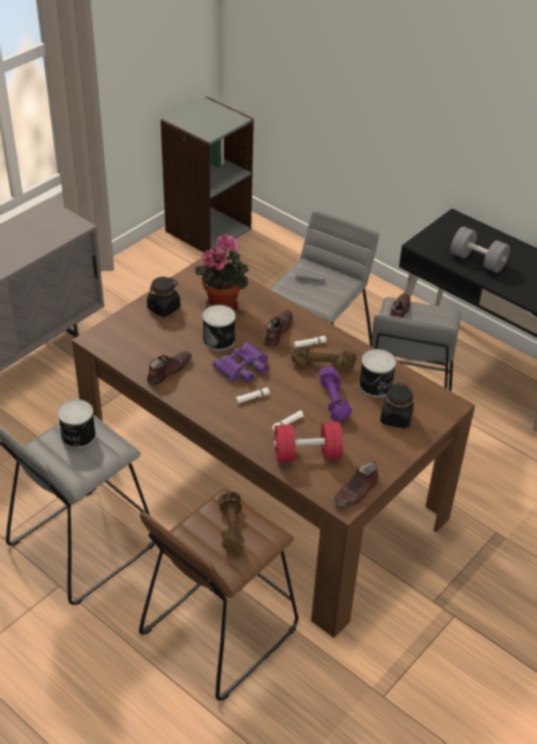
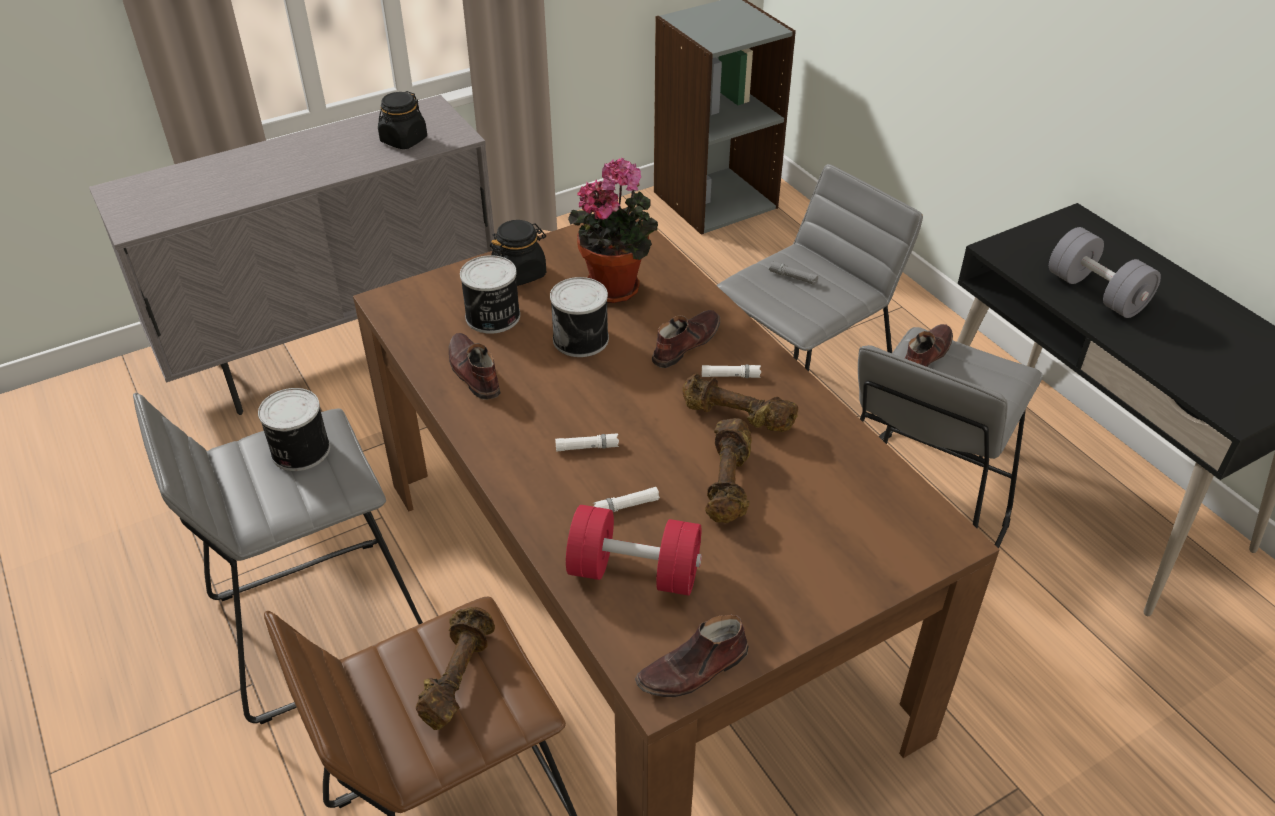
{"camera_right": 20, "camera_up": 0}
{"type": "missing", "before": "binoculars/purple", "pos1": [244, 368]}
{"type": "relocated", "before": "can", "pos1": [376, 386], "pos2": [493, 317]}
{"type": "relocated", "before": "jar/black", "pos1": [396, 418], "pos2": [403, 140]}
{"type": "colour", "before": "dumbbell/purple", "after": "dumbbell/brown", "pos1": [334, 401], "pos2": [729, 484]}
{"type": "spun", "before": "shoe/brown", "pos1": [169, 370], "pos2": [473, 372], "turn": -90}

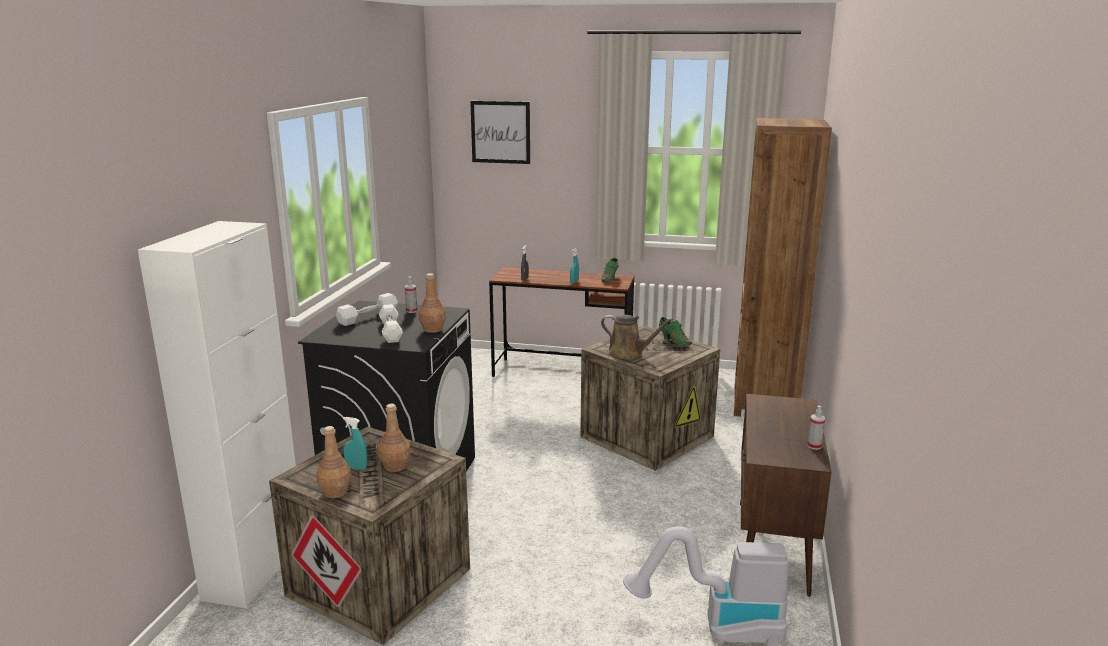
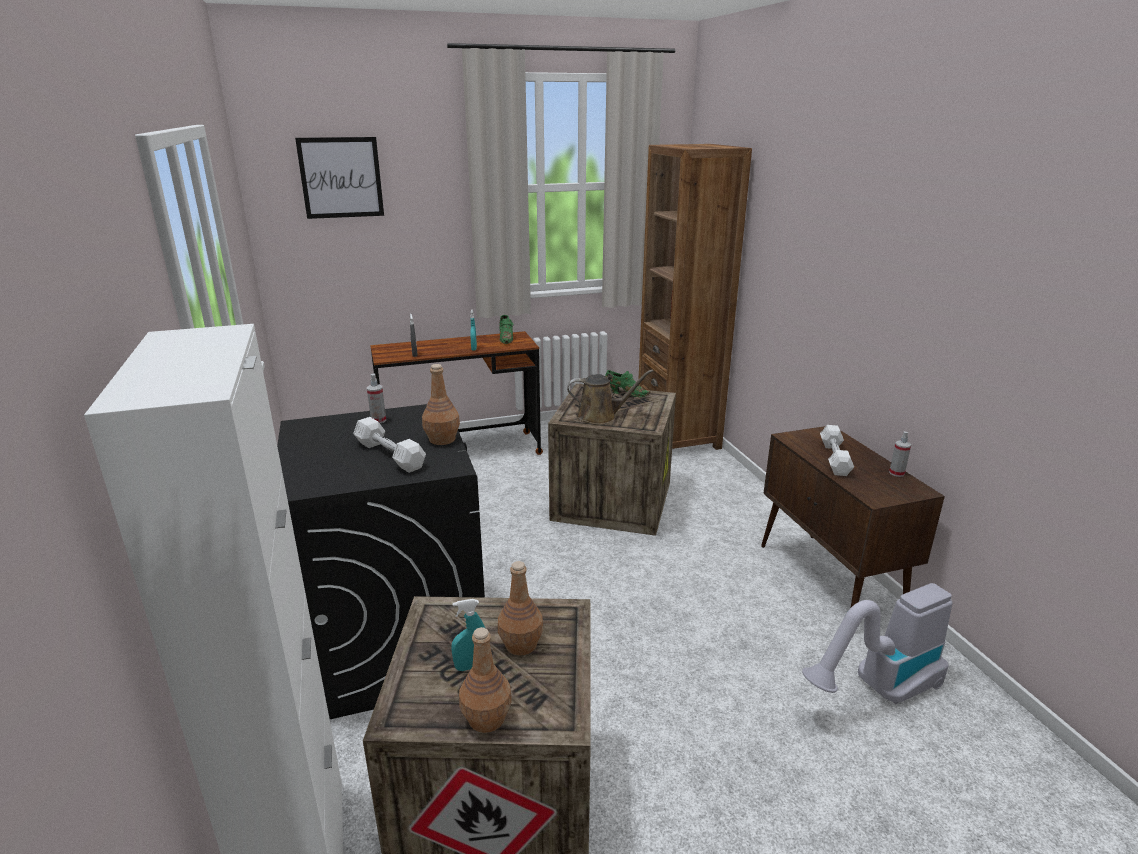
{"camera_right": -30, "camera_up": 5}
{"type": "relocated", "before": "dumbbell/white", "pos1": [368, 317], "pos2": [834, 458]}

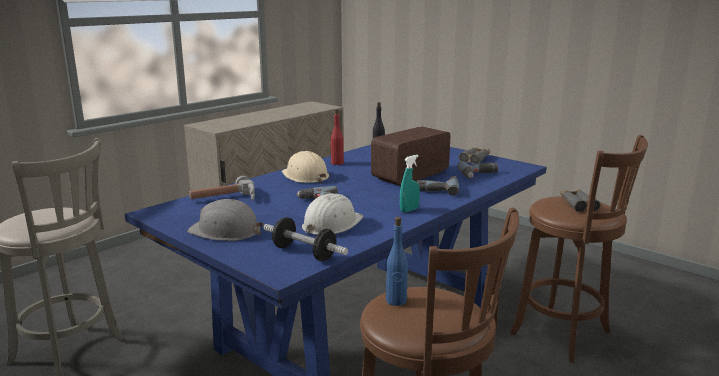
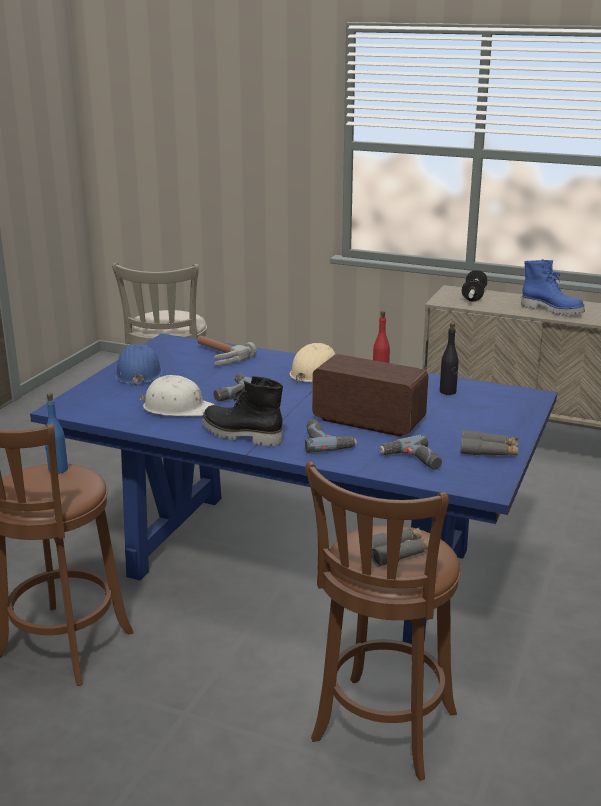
{"camera_right": 70, "camera_up": 5}
{"type": "appeared", "after": "boot/blue", "pos2": [552, 310]}
{"type": "relocated", "before": "dumbbell", "pos1": [304, 253], "pos2": [474, 296]}
{"type": "exchanged", "before": "spray bottle/turquoise", "after": "boot/black", "pos1": [409, 210], "pos2": [241, 435]}
{"type": "colour", "before": "hard hat/grey", "after": "hard hat/blue", "pos1": [225, 231], "pos2": [138, 373]}

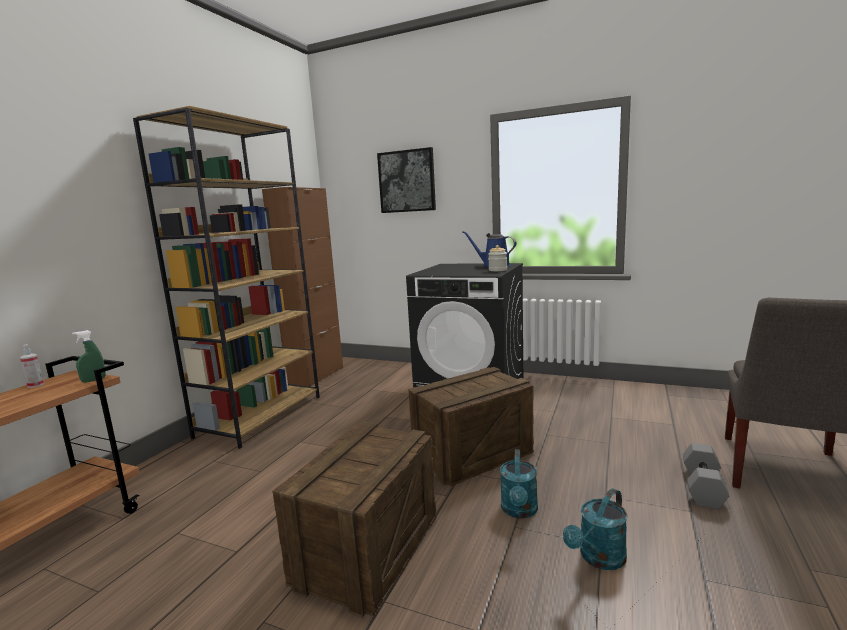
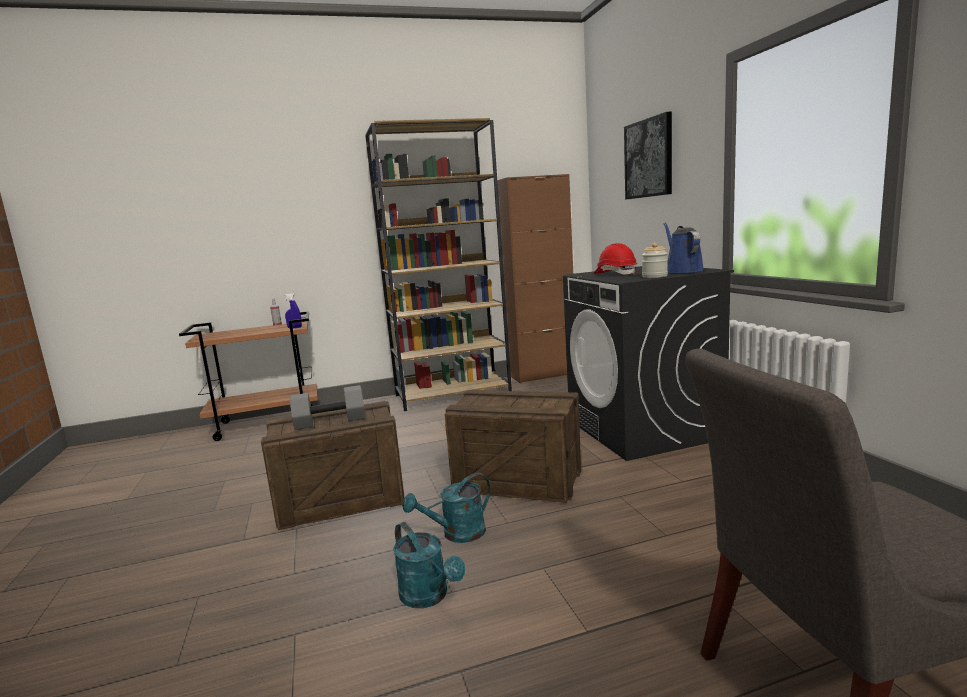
{"camera_right": 50, "camera_up": 0}
{"type": "appeared", "after": "hard hat/red", "pos2": [615, 274]}
{"type": "relocated", "before": "dumbbell/grey", "pos1": [701, 486], "pos2": [331, 421]}
{"type": "colour", "before": "spray bottle/green", "after": "spray bottle/blue", "pos1": [93, 380], "pos2": [294, 328]}
{"type": "spun", "before": "watering can/turquoise", "pos1": [598, 559], "pos2": [429, 596], "turn": -135}

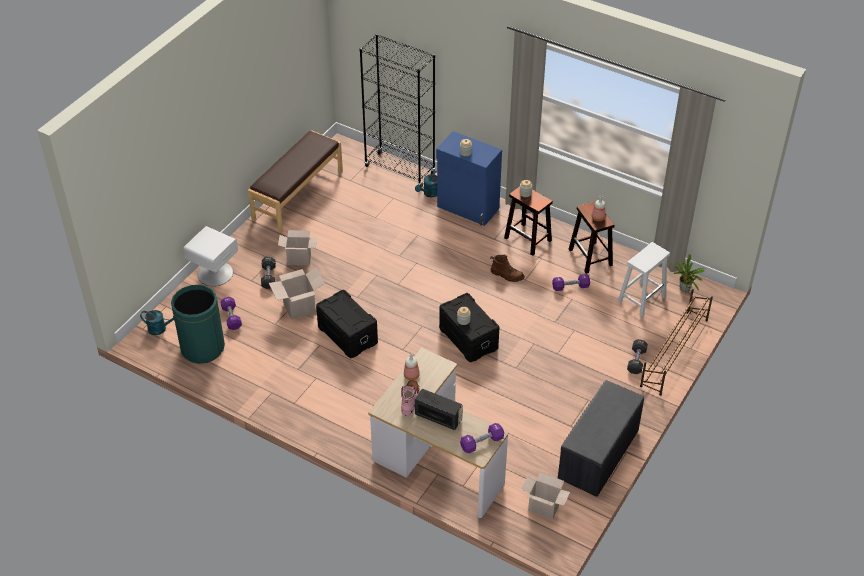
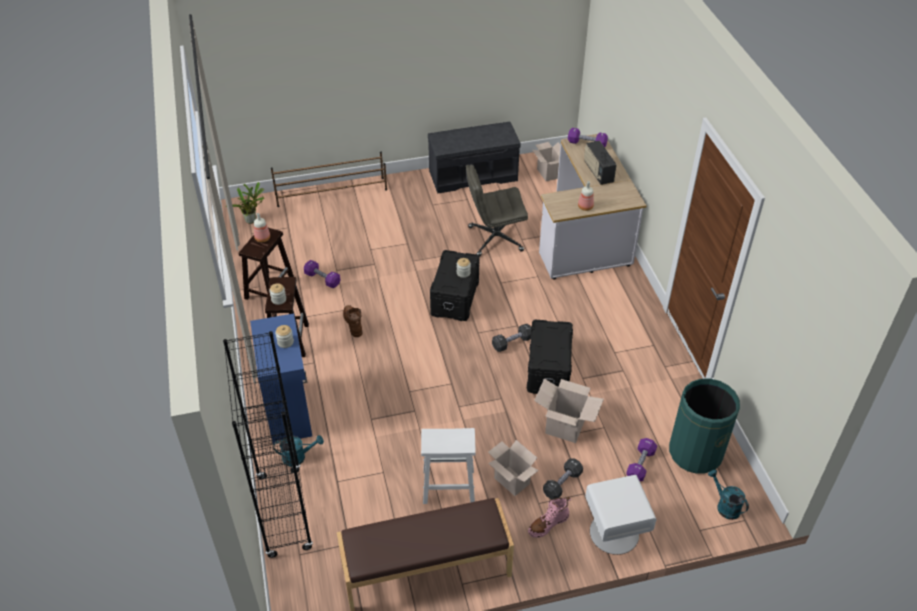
{"camera_right": -135, "camera_up": 0}
{"type": "appeared", "after": "office chair/grey", "pos2": [494, 239]}
{"type": "relocated", "before": "boot/pink", "pos1": [410, 400], "pos2": [548, 524]}
{"type": "relocated", "before": "stool/white", "pos1": [642, 298], "pos2": [447, 486]}
{"type": "relocated", "before": "dumbbell/black", "pos1": [636, 361], "pos2": [512, 343]}

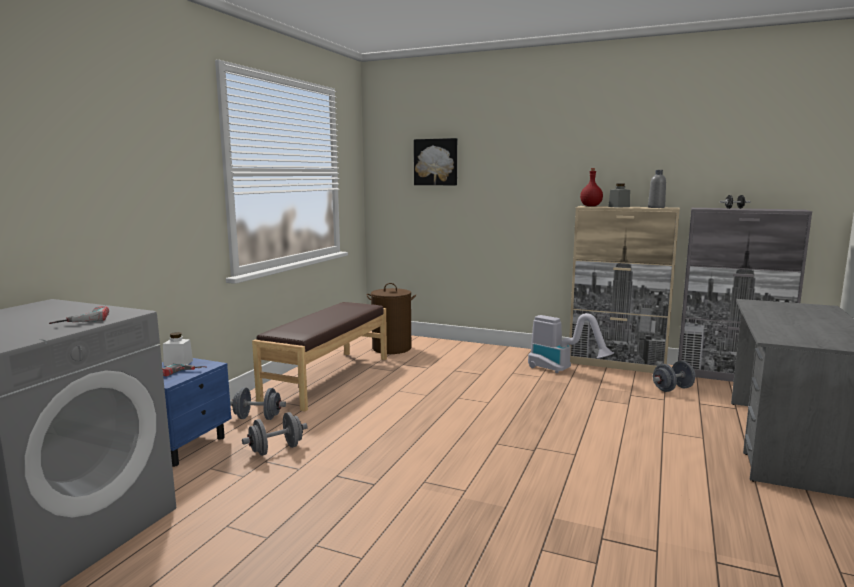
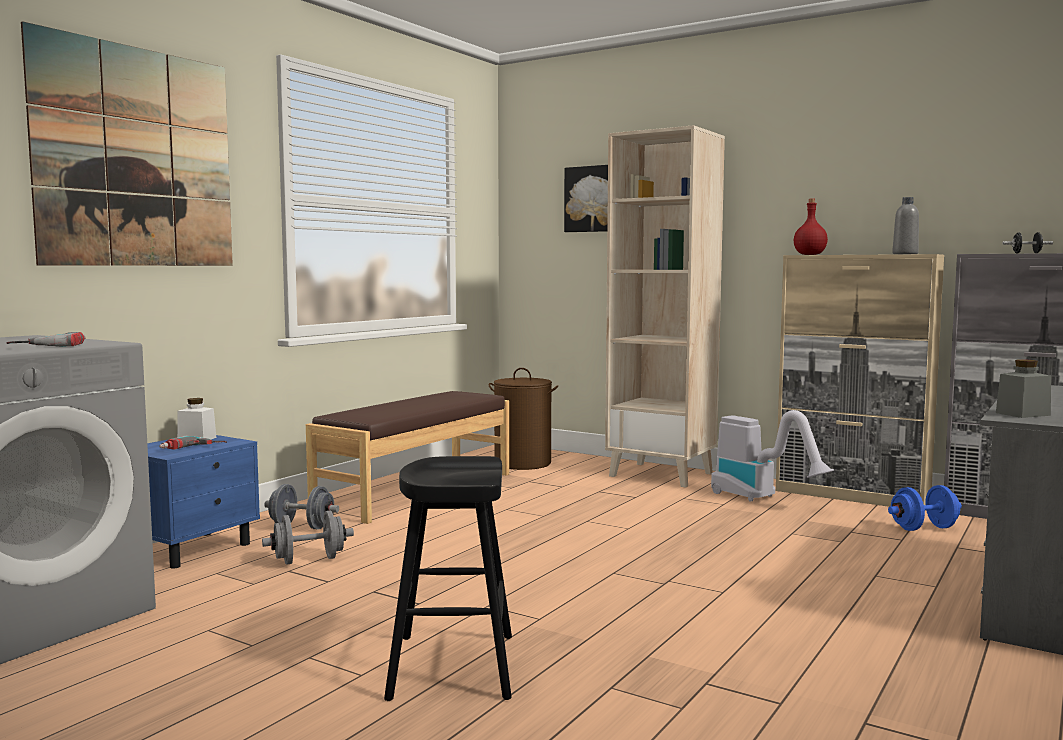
{"camera_right": 10, "camera_up": -5}
{"type": "appeared", "after": "picture", "pos2": [137, 157]}
{"type": "appeared", "after": "stool/black", "pos2": [453, 666]}
{"type": "appeared", "after": "bookcase/beige", "pos2": [662, 474]}
{"type": "relocated", "before": "jar/grey", "pos1": [619, 207], "pos2": [1022, 414]}
{"type": "colour", "before": "dumbbell/grey", "after": "dumbbell/blue", "pos1": [672, 389], "pos2": [924, 528]}

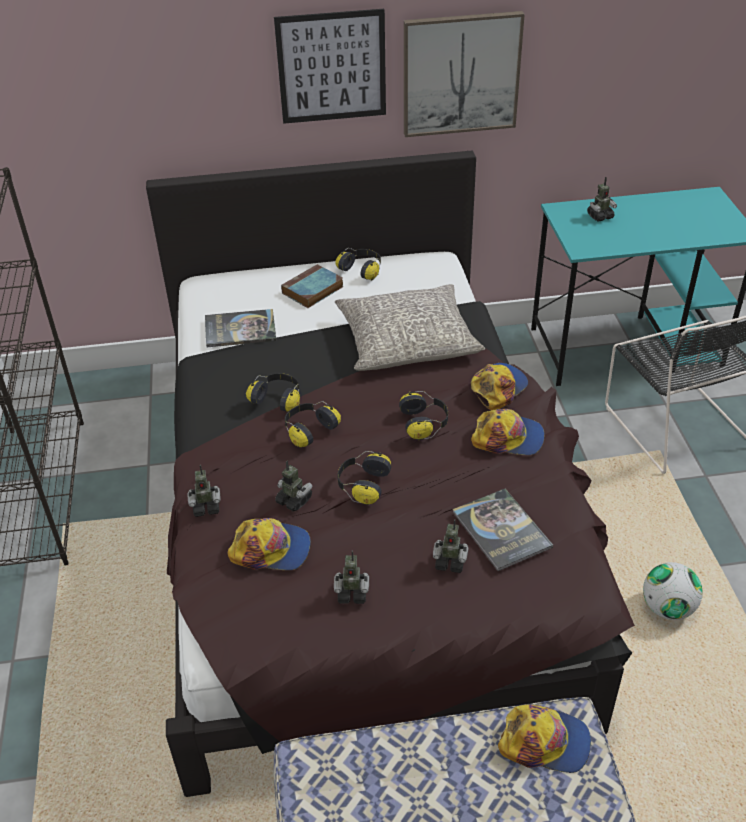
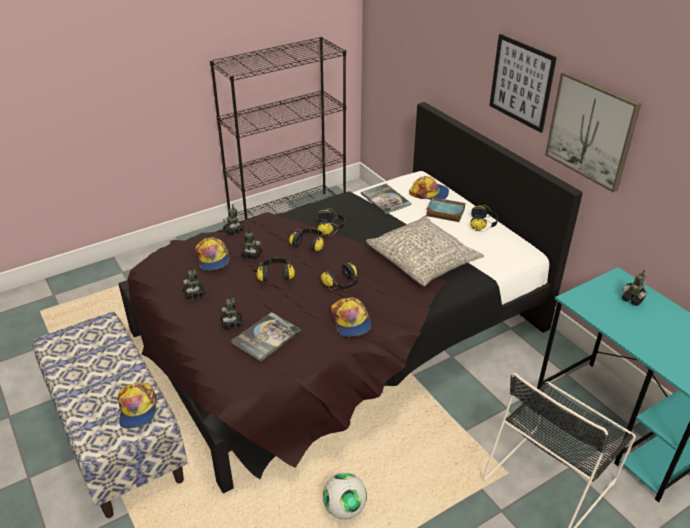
{"camera_right": 65, "camera_up": -5}
{"type": "relocated", "before": "cap", "pos1": [498, 388], "pos2": [429, 193]}

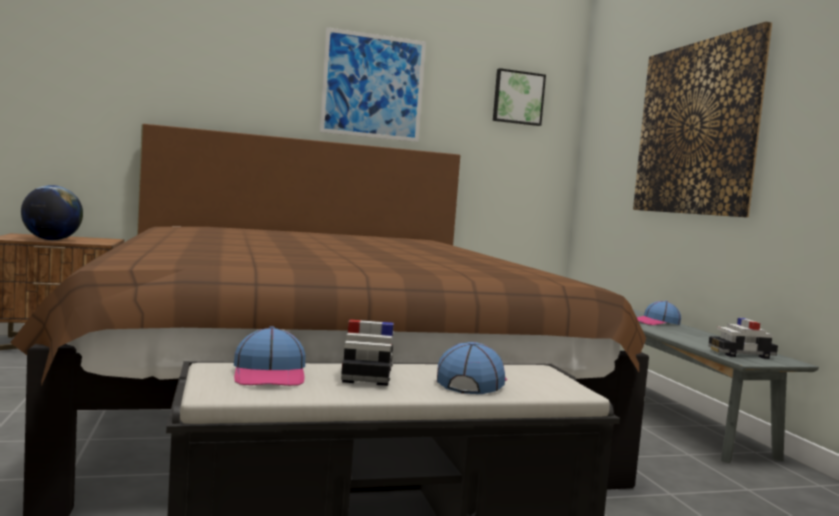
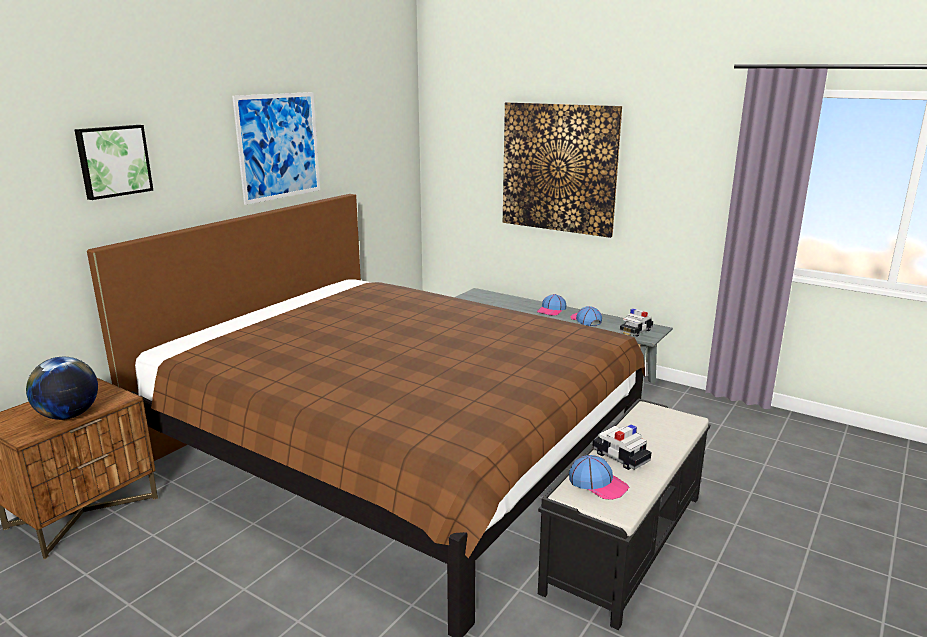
{"camera_right": -40, "camera_up": 15}
{"type": "relocated", "before": "cap", "pos1": [472, 381], "pos2": [585, 320]}
{"type": "relocated", "before": "picture", "pos1": [518, 98], "pos2": [113, 161]}

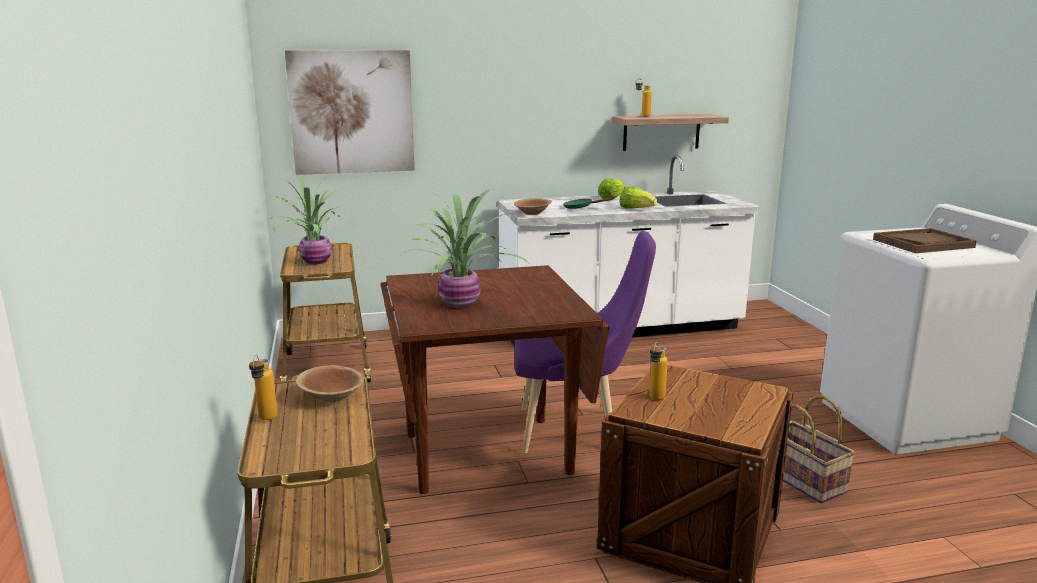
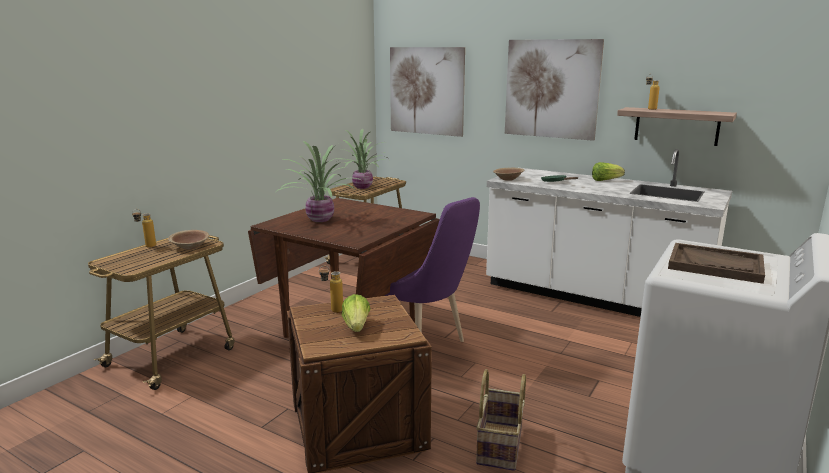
{"camera_right": 45, "camera_up": 0}
{"type": "appeared", "after": "picture", "pos2": [551, 89]}
{"type": "relocated", "before": "lettuce", "pos1": [636, 209], "pos2": [356, 327]}

